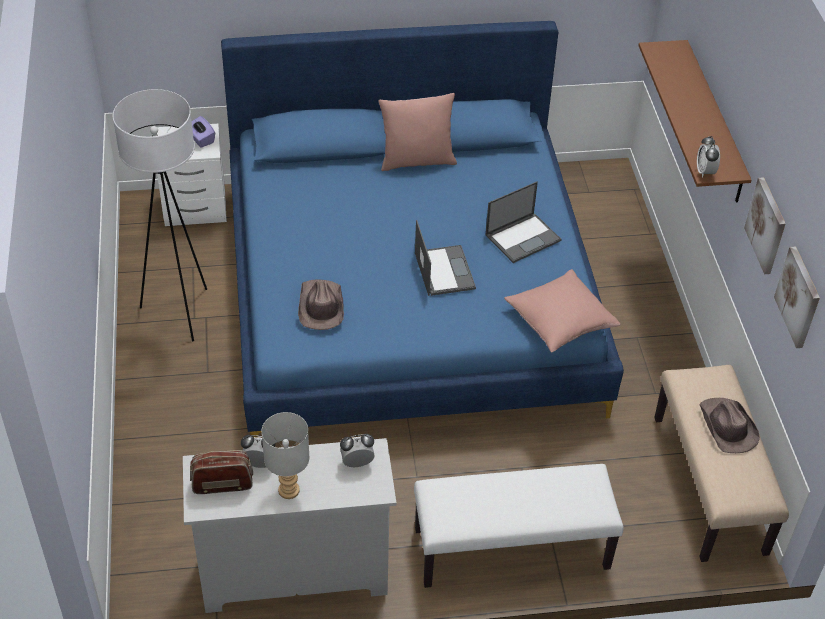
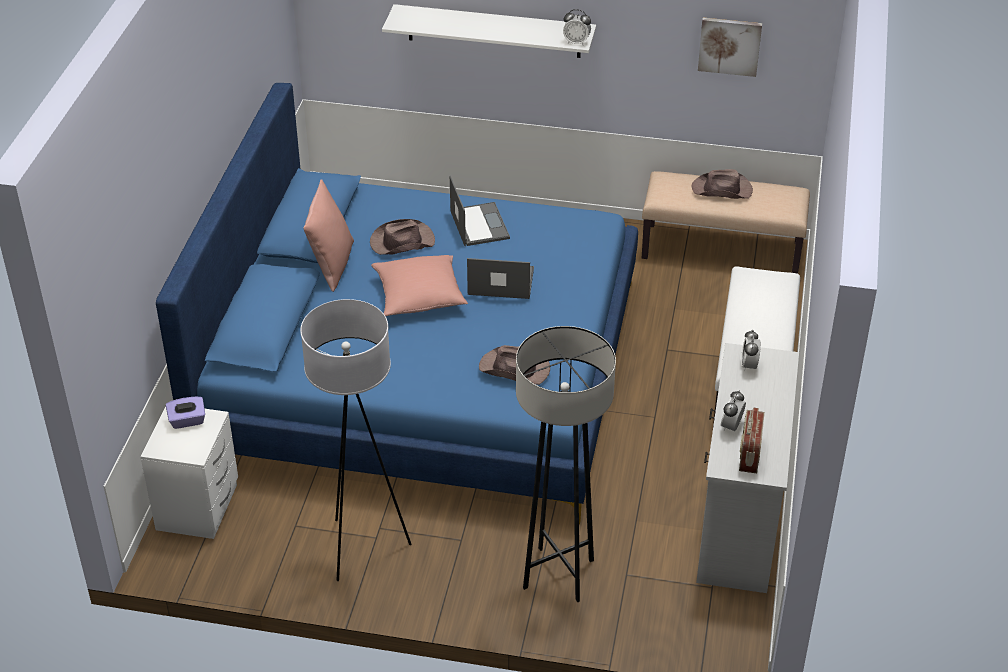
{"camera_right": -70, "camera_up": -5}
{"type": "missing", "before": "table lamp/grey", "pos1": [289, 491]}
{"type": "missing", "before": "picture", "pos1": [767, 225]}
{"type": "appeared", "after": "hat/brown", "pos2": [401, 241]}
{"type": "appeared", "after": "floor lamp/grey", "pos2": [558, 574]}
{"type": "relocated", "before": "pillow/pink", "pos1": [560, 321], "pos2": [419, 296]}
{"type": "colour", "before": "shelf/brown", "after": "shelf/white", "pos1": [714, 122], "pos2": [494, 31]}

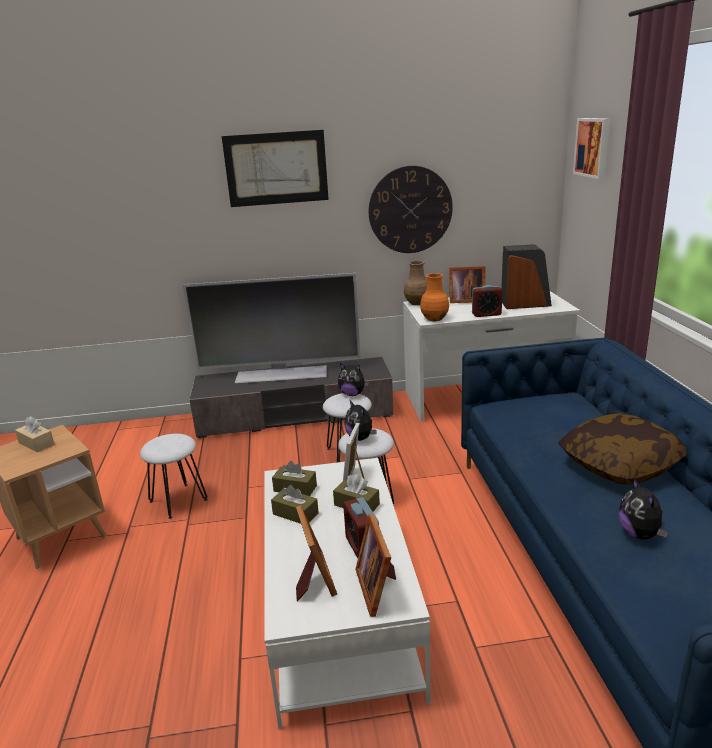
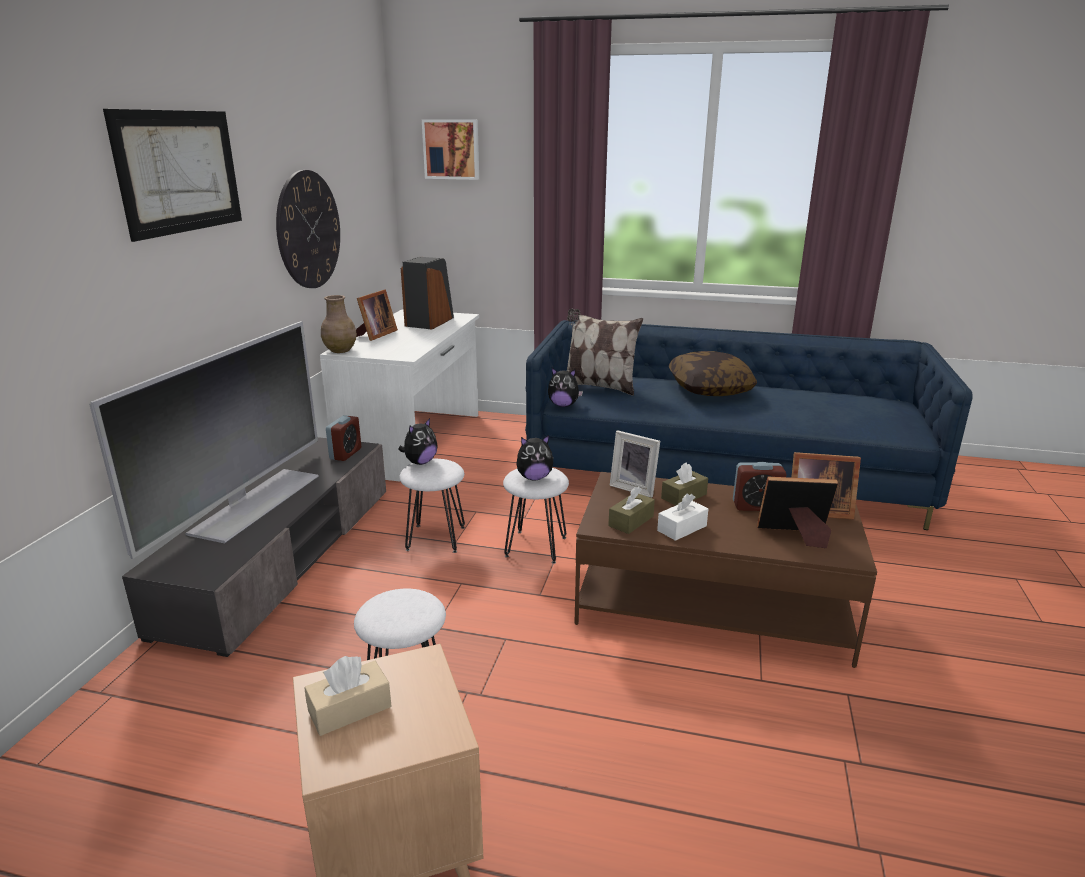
{"camera_right": -70, "camera_up": 0}
{"type": "missing", "before": "vase/orange", "pos1": [434, 319]}
{"type": "appeared", "after": "pillow", "pos2": [599, 387]}
{"type": "relocated", "before": "alarm clock", "pos1": [486, 314], "pos2": [345, 454]}
{"type": "relocated", "before": "plush toy", "pos1": [640, 534], "pos2": [563, 405]}
{"type": "colour", "before": "coffee table/white", "after": "coffee table/brown", "pos1": [340, 610], "pos2": [712, 603]}
{"type": "colour", "before": "tissue box/brown", "after": "tissue box/white", "pos1": [295, 514], "pos2": [682, 528]}

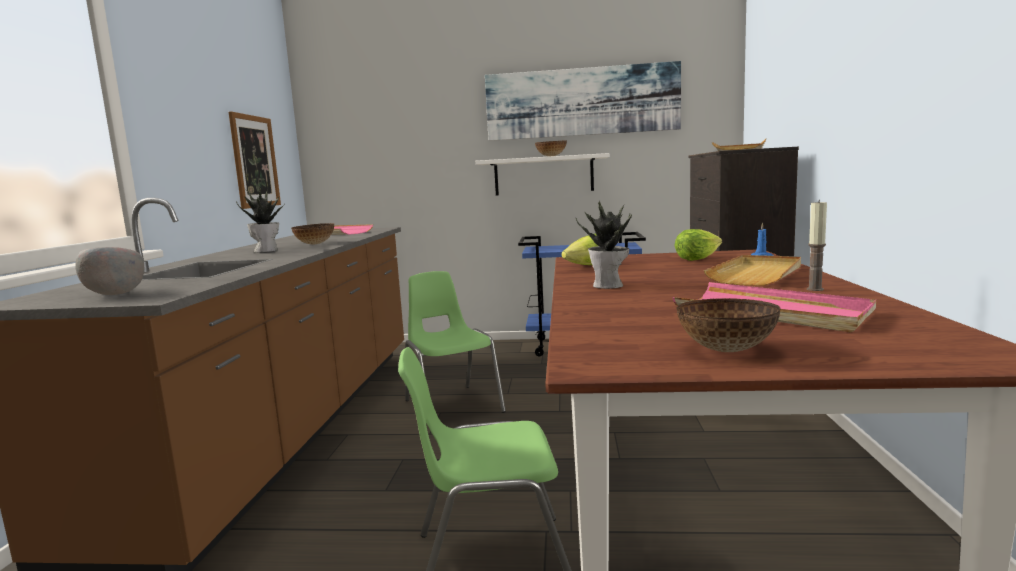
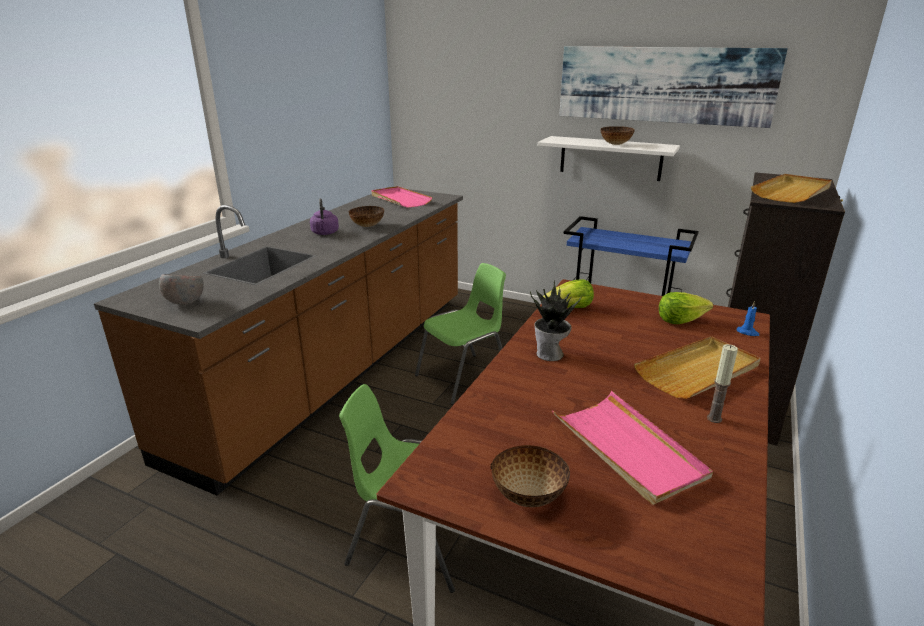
{"camera_right": 20, "camera_up": 15}
{"type": "missing", "before": "picture", "pos1": [255, 161]}
{"type": "exchanged", "before": "potted plant", "after": "kettle/purple", "pos1": [267, 251], "pos2": [325, 233]}
{"type": "spun", "before": "chair/green", "pos1": [452, 406], "pos2": [465, 378], "turn": 60}

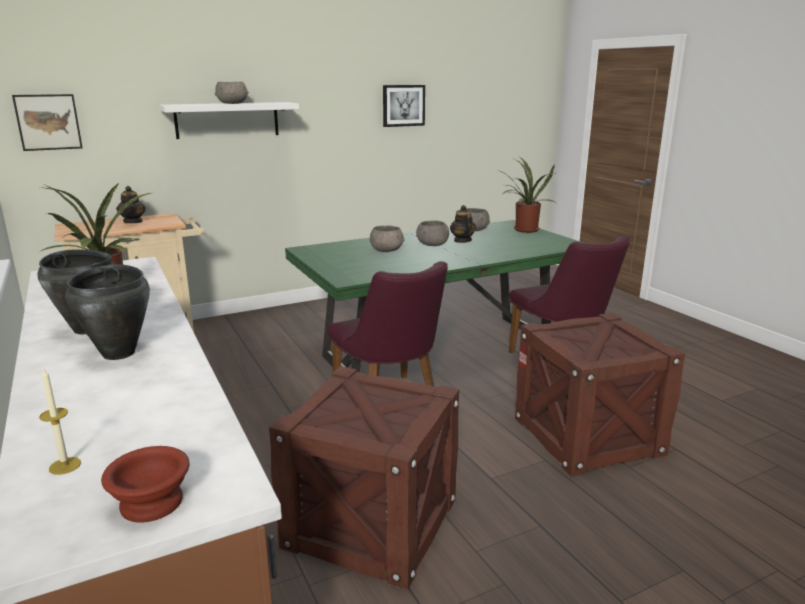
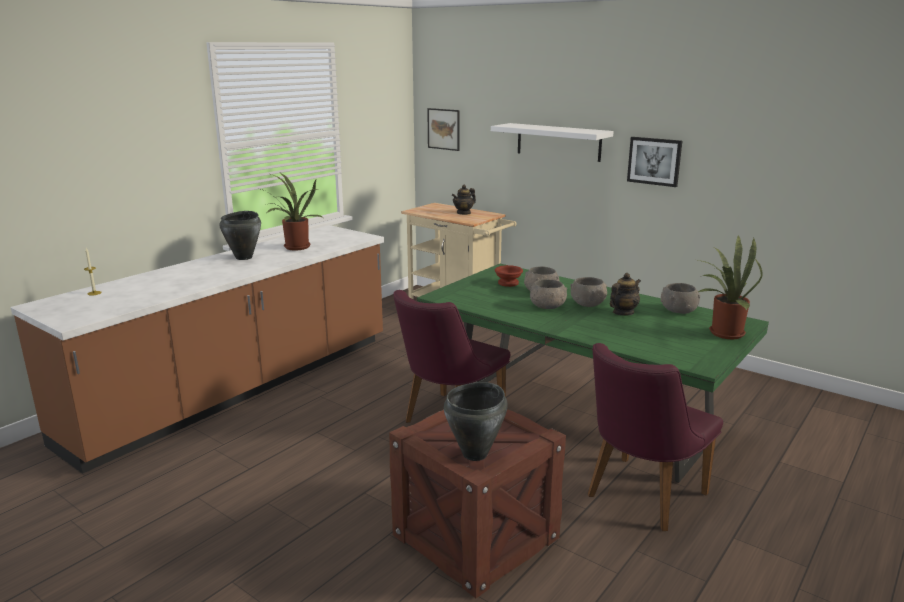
{"camera_right": 65, "camera_up": 0}
{"type": "missing", "before": "crate", "pos1": [372, 523]}
{"type": "relocated", "before": "cooking pot/black", "pos1": [119, 353], "pos2": [475, 454]}
{"type": "relocated", "before": "bowl/brown", "pos1": [154, 504], "pos2": [508, 283]}
{"type": "relocated", "before": "bowl/grey", "pos1": [233, 103], "pos2": [547, 307]}
{"type": "relocated", "before": "picture", "pos1": [403, 105], "pos2": [654, 161]}

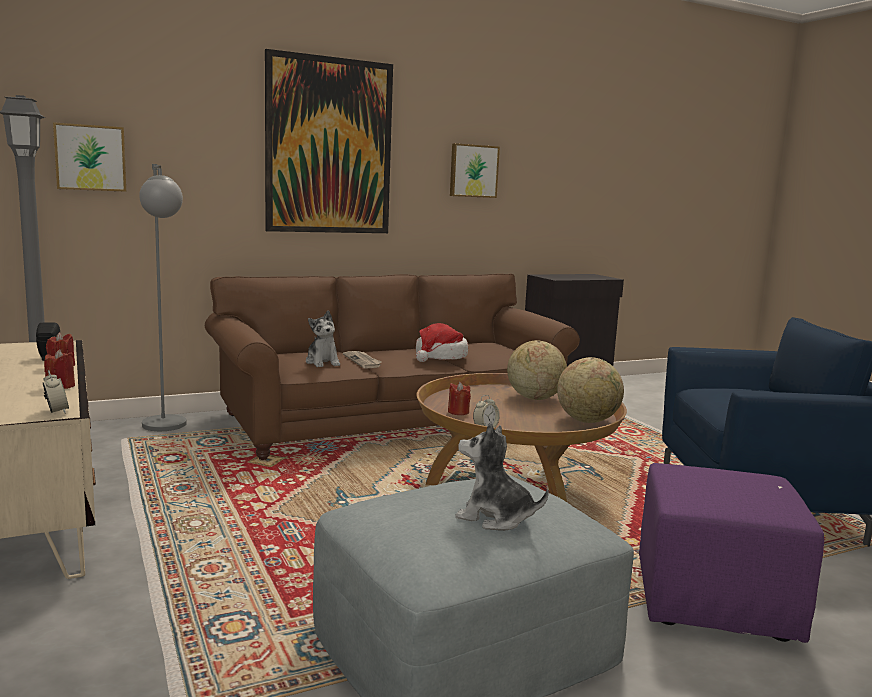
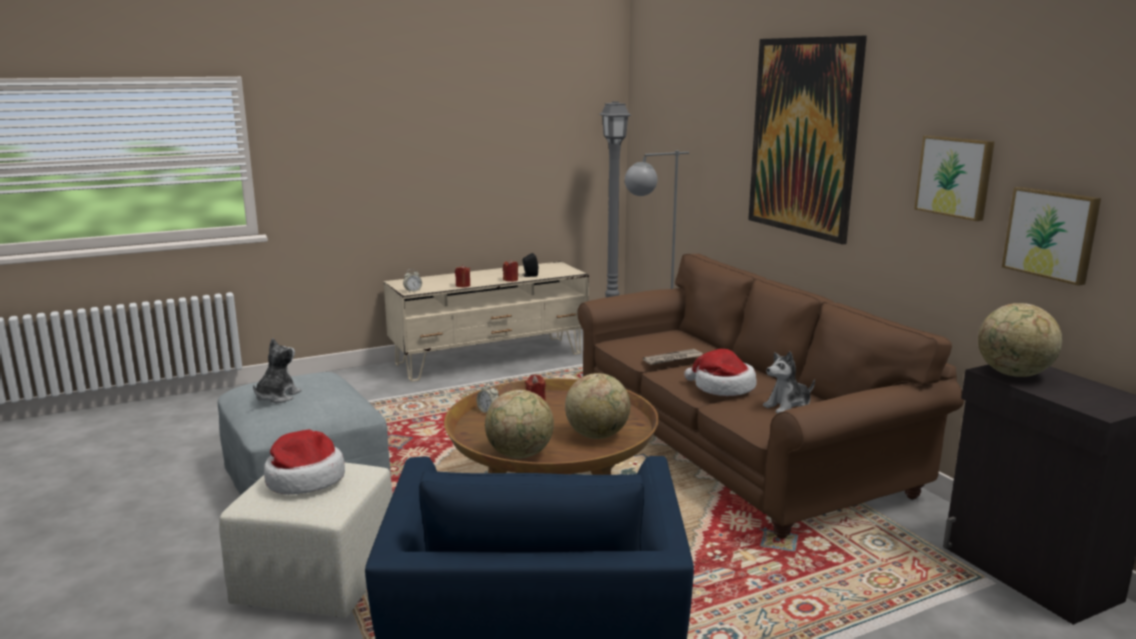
{"camera_right": 90, "camera_up": 5}
{"type": "appeared", "after": "hat", "pos2": [304, 479]}
{"type": "appeared", "after": "globe", "pos2": [1013, 374]}
{"type": "relocated", "before": "picture", "pos1": [90, 158], "pos2": [1052, 234]}
{"type": "relocated", "before": "plush toy", "pos1": [323, 362], "pos2": [788, 407]}
{"type": "colour", "before": "ottoman/purple", "after": "ottoman/beige", "pos1": [716, 602], "pos2": [317, 582]}

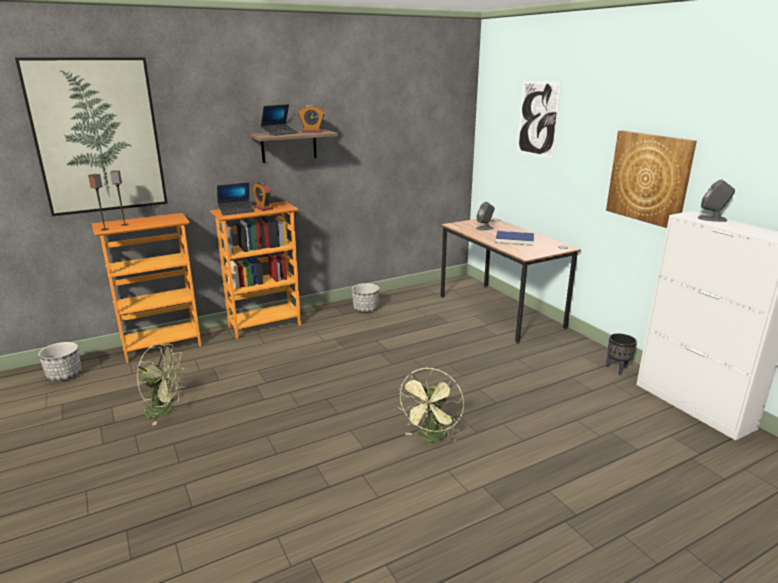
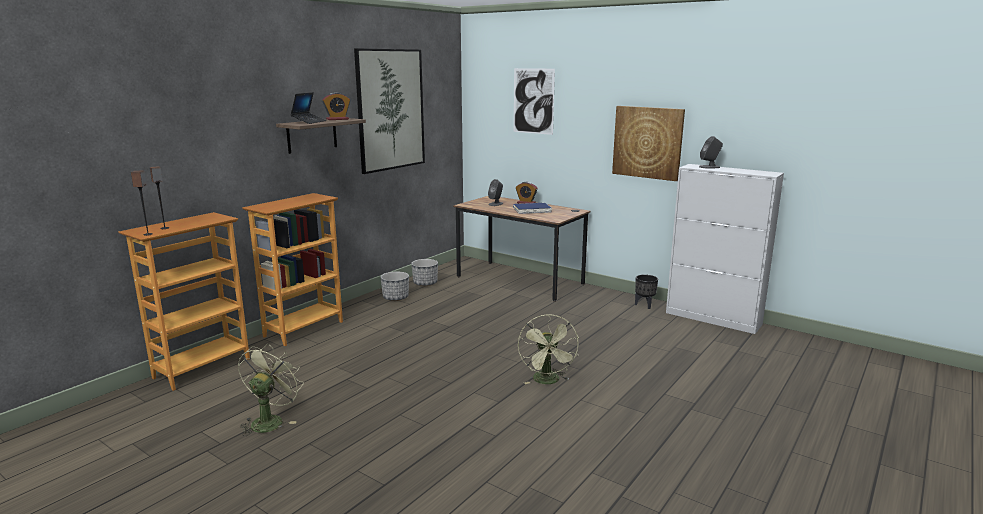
{"camera_right": -25, "camera_up": -5}
{"type": "missing", "before": "laptop", "pos1": [236, 211]}
{"type": "relocated", "before": "picture", "pos1": [98, 136], "pos2": [390, 110]}
{"type": "relocated", "before": "planter", "pos1": [65, 375], "pos2": [425, 283]}
{"type": "relocated", "before": "alarm clock", "pos1": [263, 208], "pos2": [526, 203]}
{"type": "spun", "before": "fan/green", "pos1": [165, 411], "pos2": [270, 420], "turn": -60}

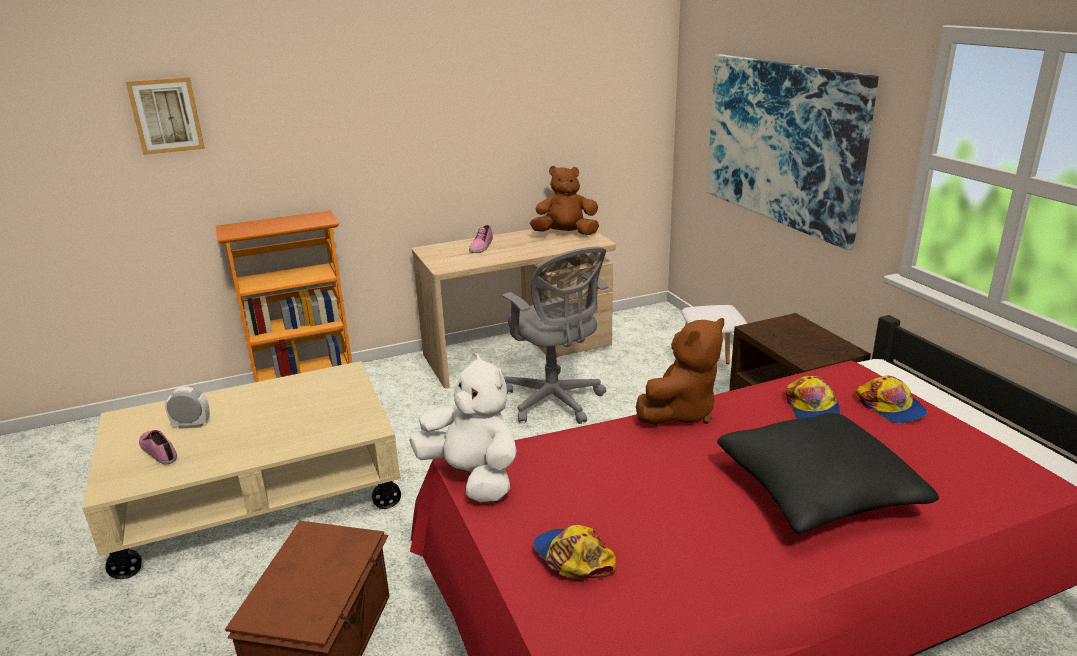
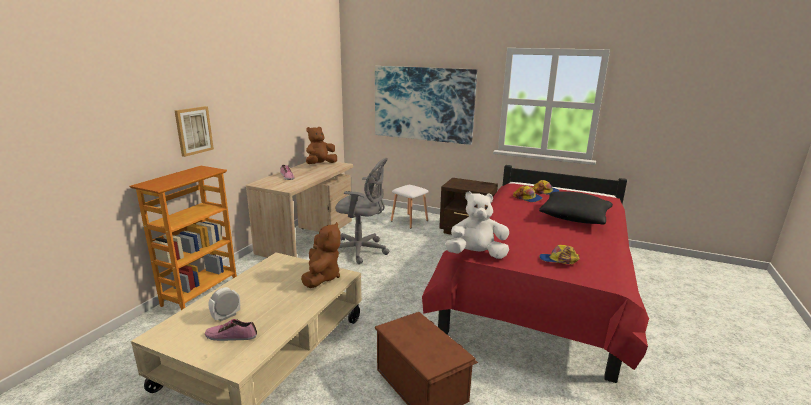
{"camera_right": -45, "camera_up": -5}
{"type": "relocated", "before": "picture", "pos1": [166, 115], "pos2": [193, 130]}
{"type": "relocated", "before": "plush toy/brown", "pos1": [680, 412], "pos2": [322, 277]}

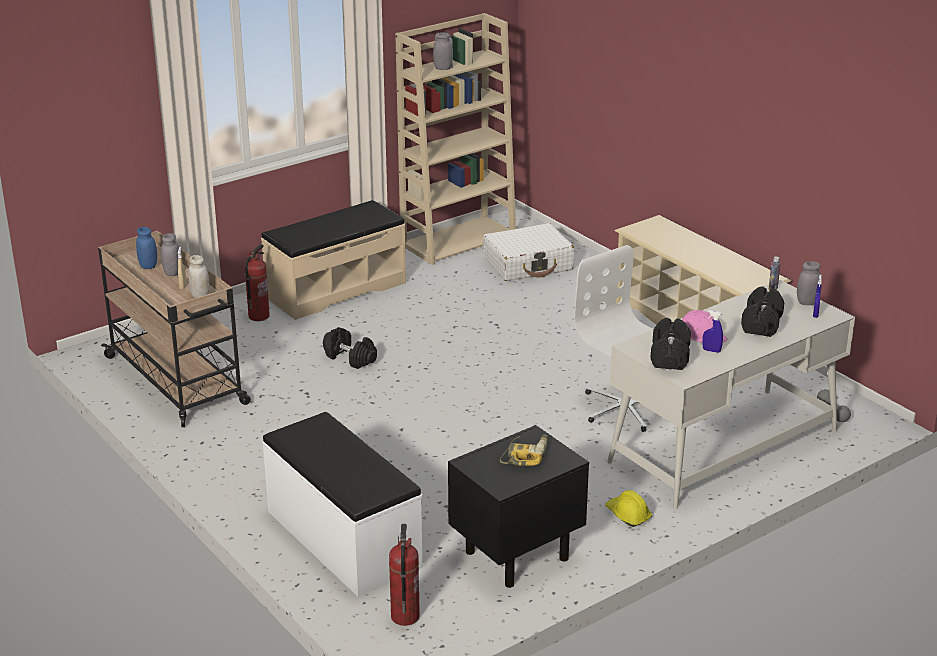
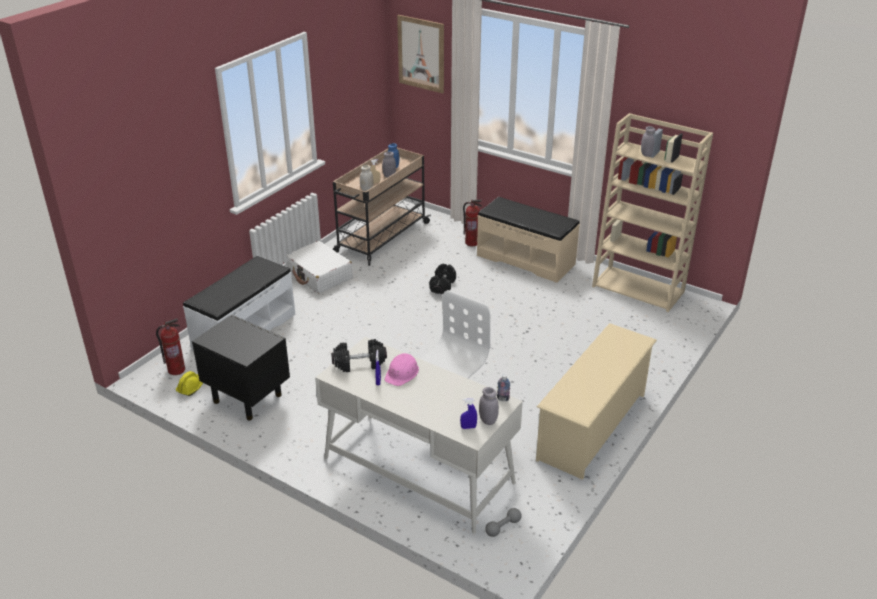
{"camera_right": 70, "camera_up": 5}
{"type": "missing", "before": "power drill", "pos1": [525, 455]}
{"type": "missing", "before": "dumbbell/black", "pos1": [761, 324]}
{"type": "appeared", "after": "picture", "pos2": [421, 54]}
{"type": "relocated", "before": "suitcase/white", "pos1": [528, 264], "pos2": [319, 275]}
{"type": "relocated", "before": "hard hat/yellow", "pos1": [628, 515], "pos2": [191, 387]}

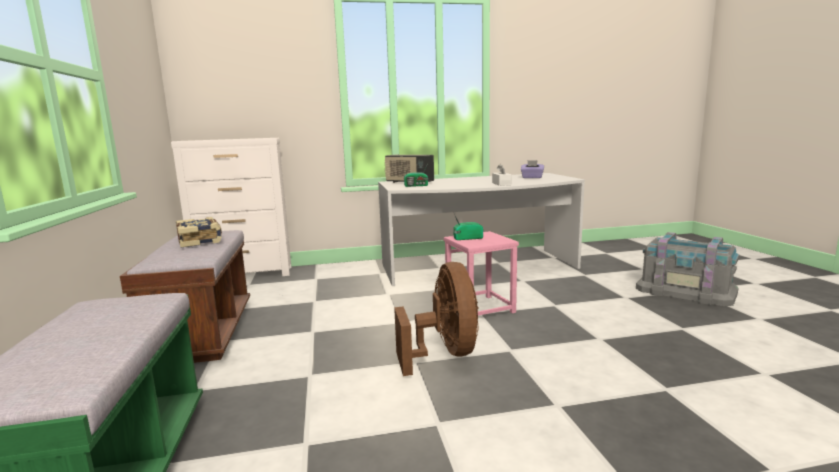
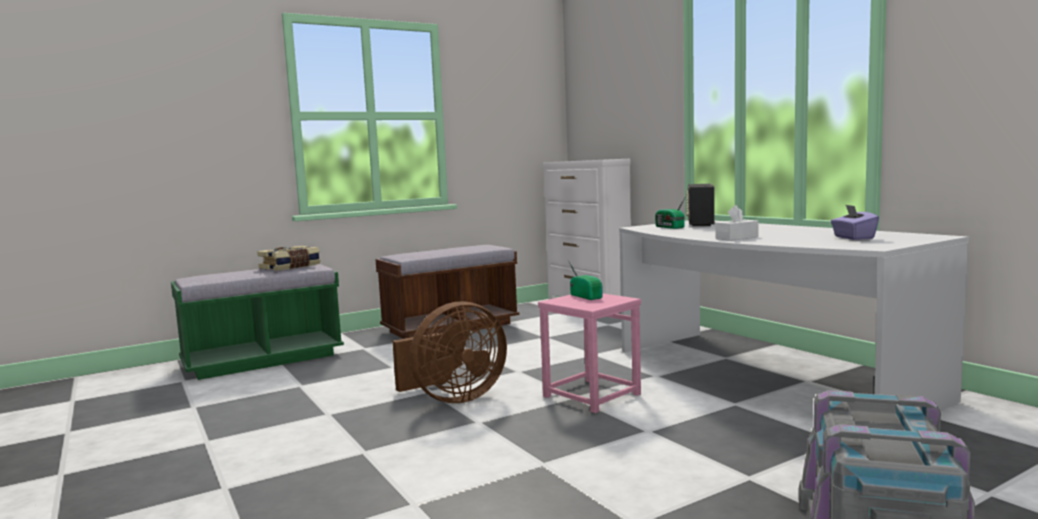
{"camera_right": 70, "camera_up": -5}
{"type": "relocated", "before": "book", "pos1": [201, 241], "pos2": [290, 267]}

